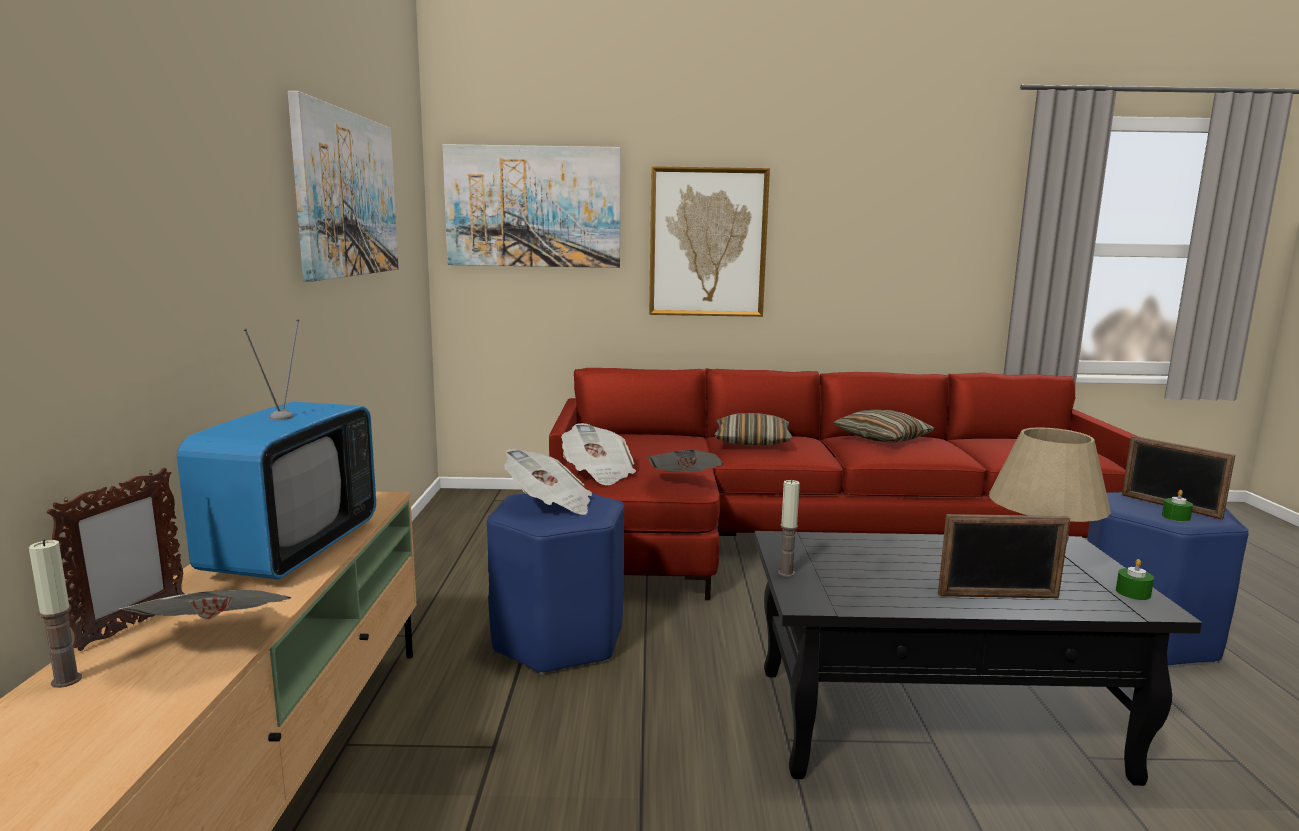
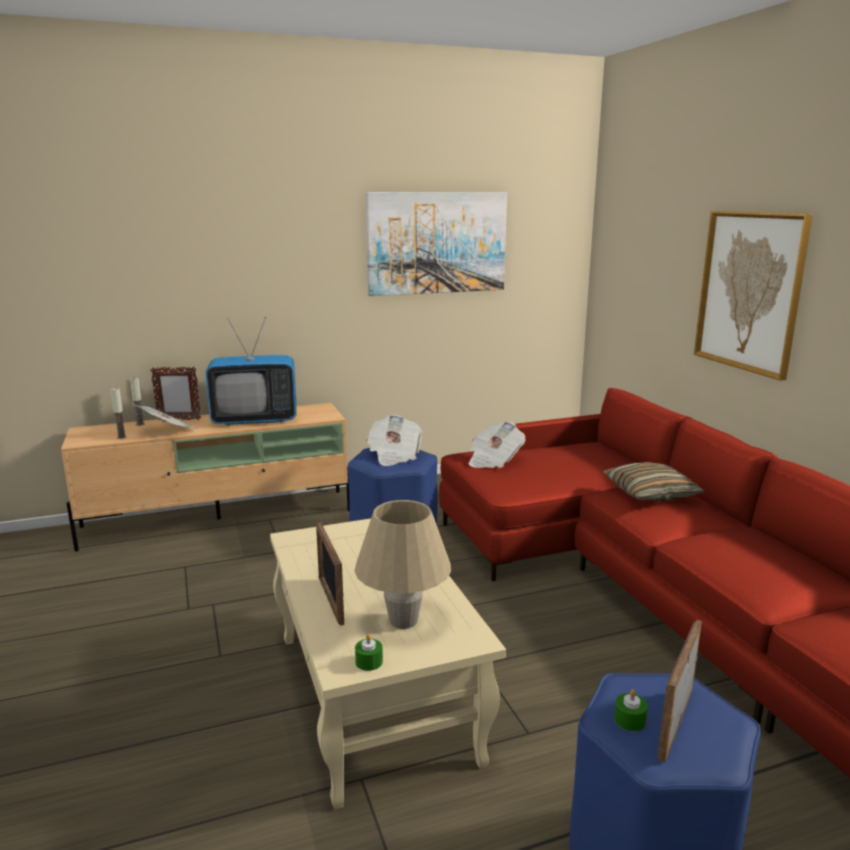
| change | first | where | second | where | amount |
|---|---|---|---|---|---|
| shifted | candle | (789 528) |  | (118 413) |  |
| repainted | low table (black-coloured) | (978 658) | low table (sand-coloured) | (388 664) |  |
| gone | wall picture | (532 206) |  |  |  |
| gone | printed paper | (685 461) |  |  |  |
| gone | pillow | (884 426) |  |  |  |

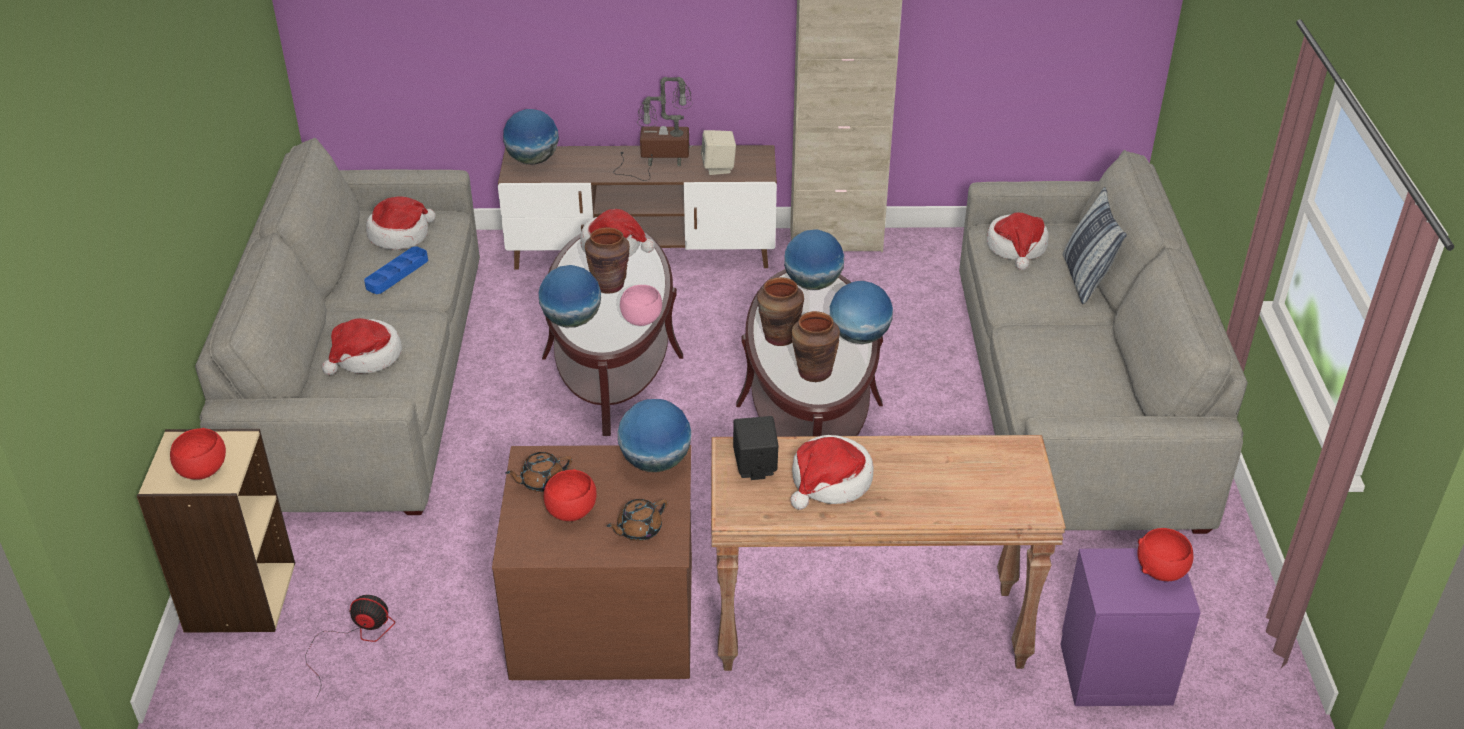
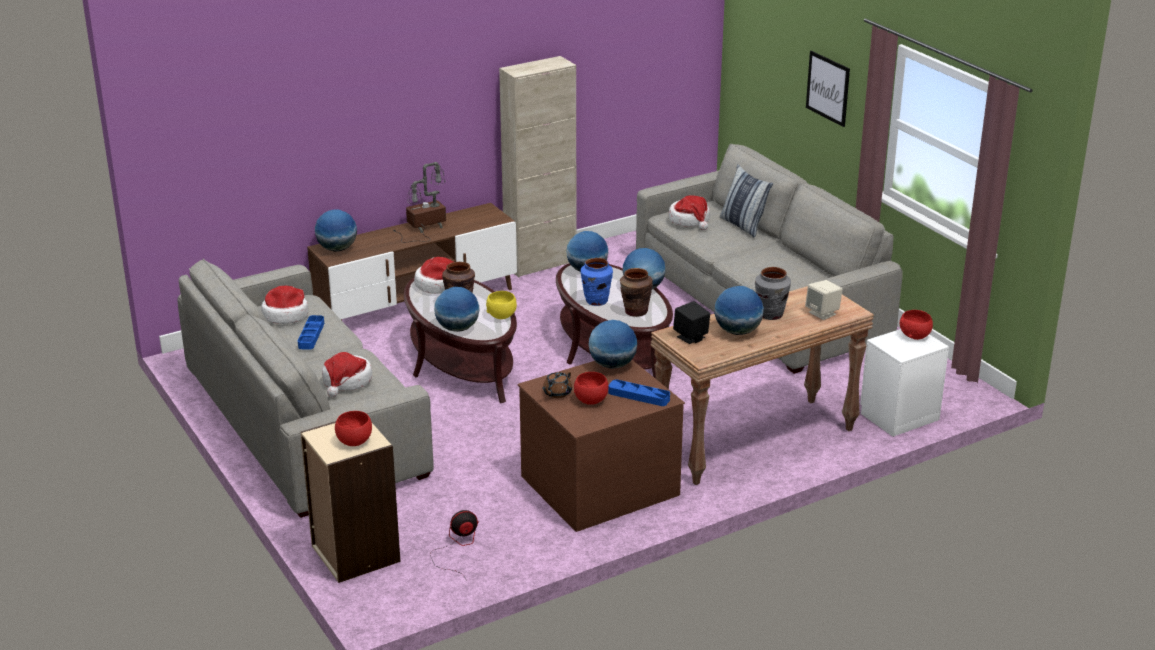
| change | first | where | second | where | amount |
|---|---|---|---|---|---|
| repainted | serving bowl (pink-coloured) | (641 305) | serving bowl (yellow) | (501 305) |  |
| repainted | decorative vase (brownish) | (780 311) | decorative vase (bluish) | (596 282) |  |
| swapped | pot for tea (brownish) | (637 520) | tray (bluish) | (639 392) |  |
| swapped | hat | (832 472) | world globe | (739 310) |  |
| new |  |  | decorative vase (gray) | (773 293) |  |
| shifted | audio speaker (sand-coloured) | (718 152) |  | (824 300) |  |
| new |  |  | wall picture | (828 89) |  |
| repainted | nightstand (purple-coloured) | (1130 627) | nightstand (whitish) | (904 383) |  |

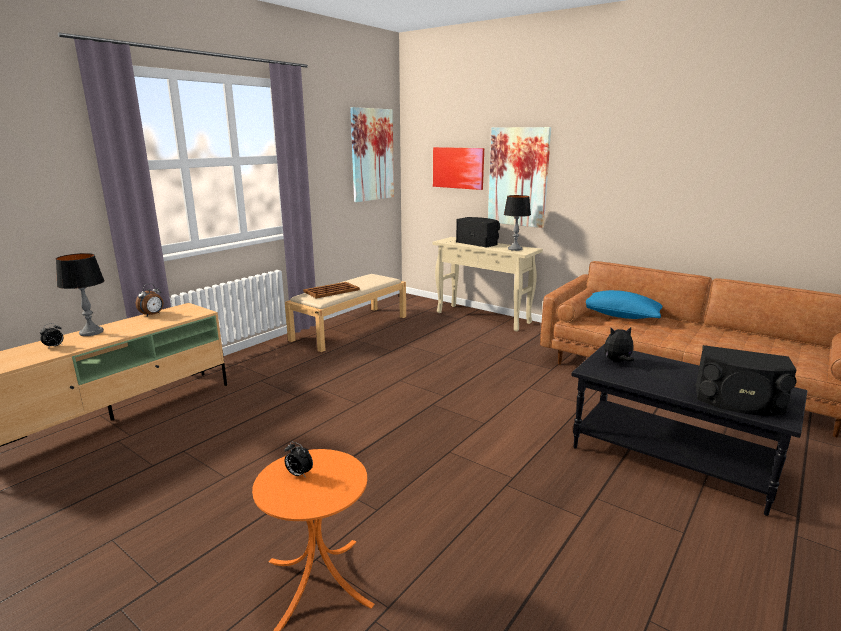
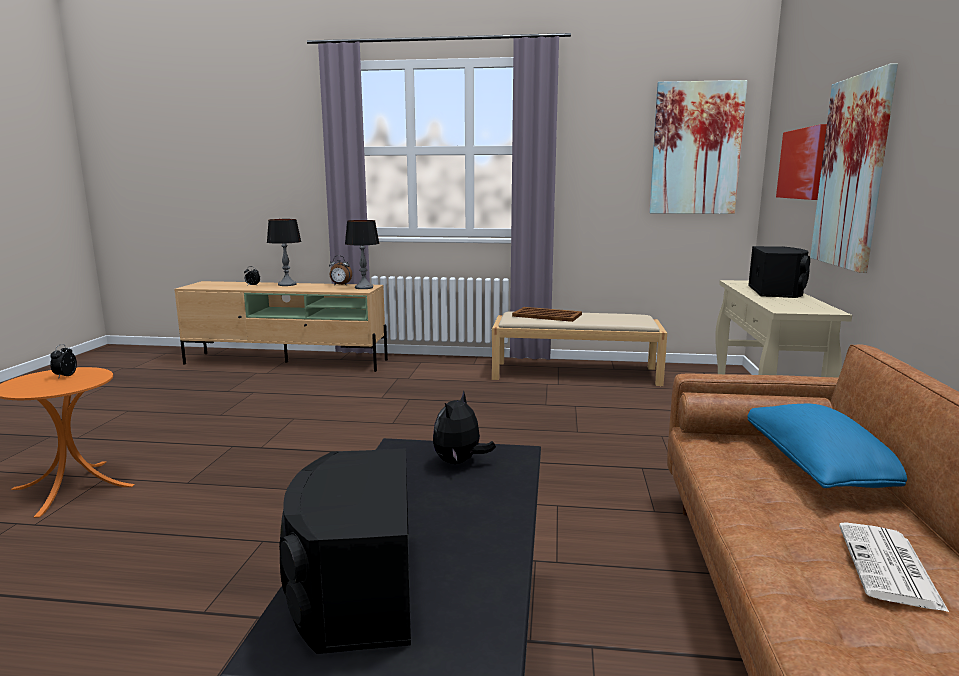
| change | first | where | second | where | amount |
|---|---|---|---|---|---|
| shifted | tabletop lamp | (517 223) |  | (362 254) |  |
| rotated | cuddly toy | (619 344) |  | (464 427) | 120 degrees counterclockwise |
| new |  |  | printed paper | (894 567) |  |

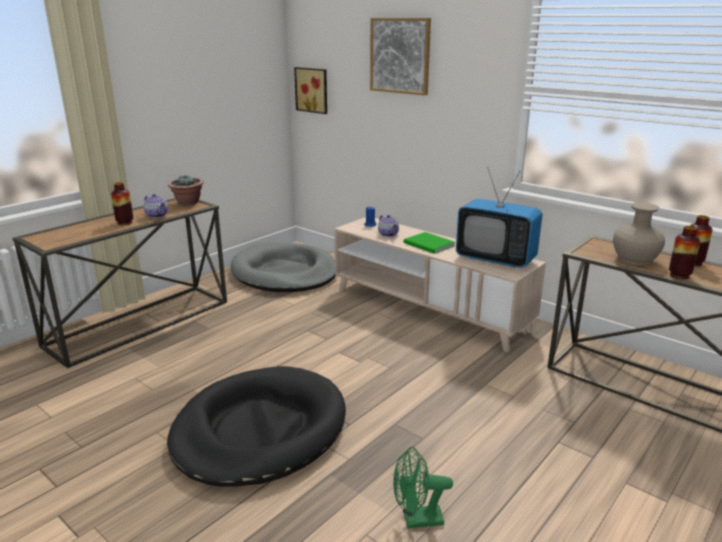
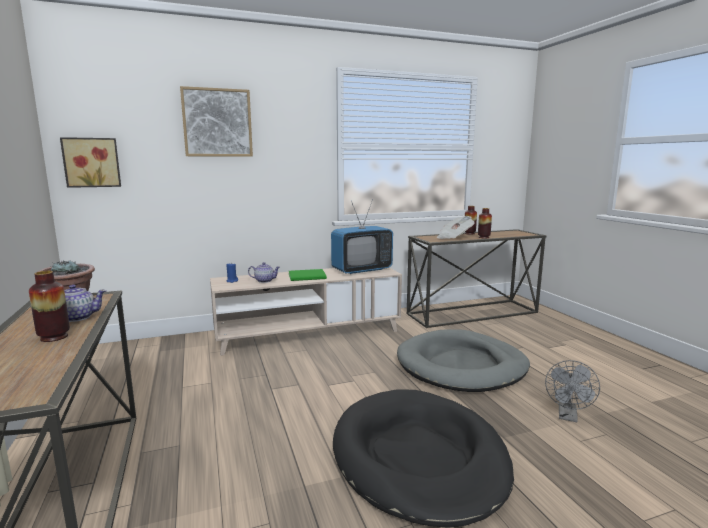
| change | first | where | second | where | amount |
|---|---|---|---|---|---|
| shifted | pet bed (gray) | (283 267) |  | (463 360) |  |
| swapped | decorative vase (sand-coloured) | (639 233) | printed paper | (456 227) |  |
| repainted | cooling fan (greenish) | (423 487) | cooling fan (gray) | (572 391) |  |

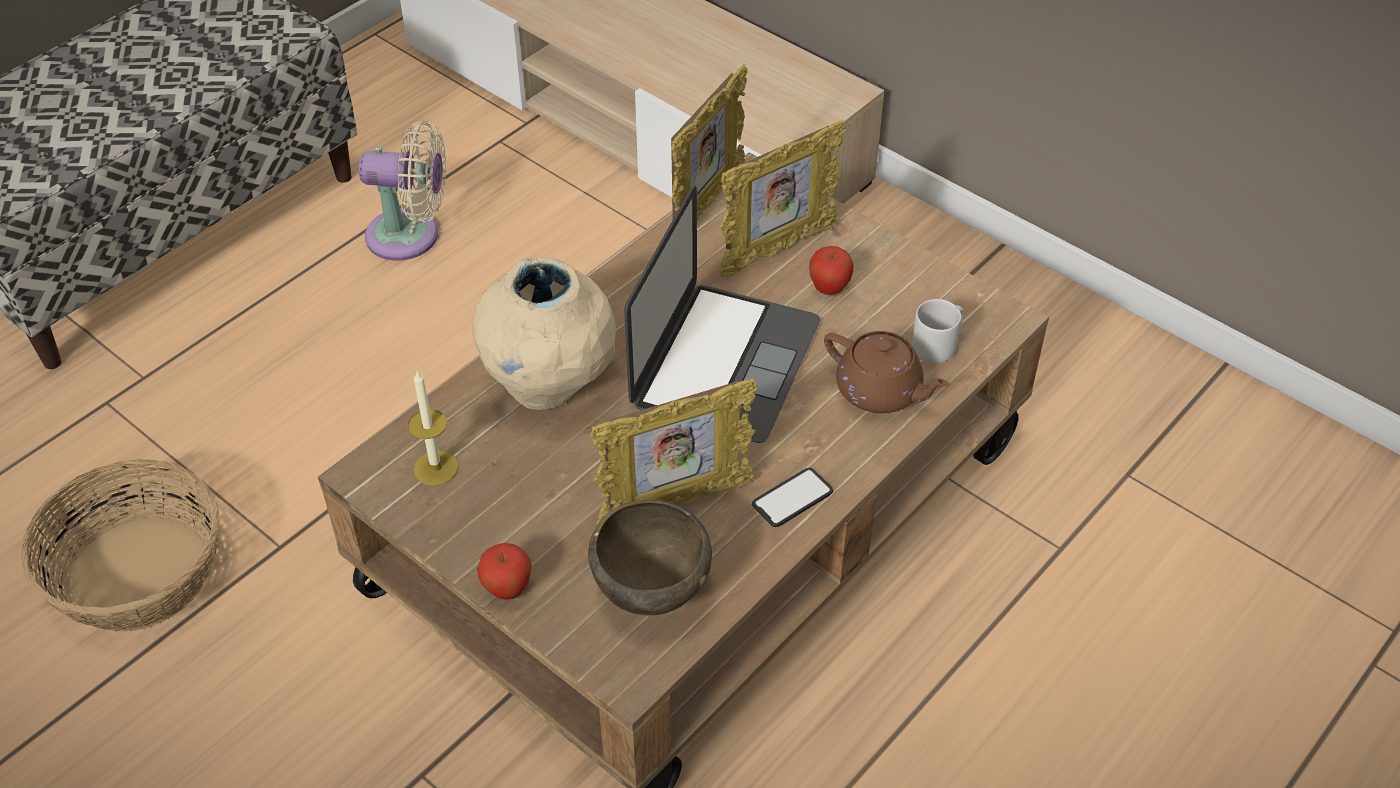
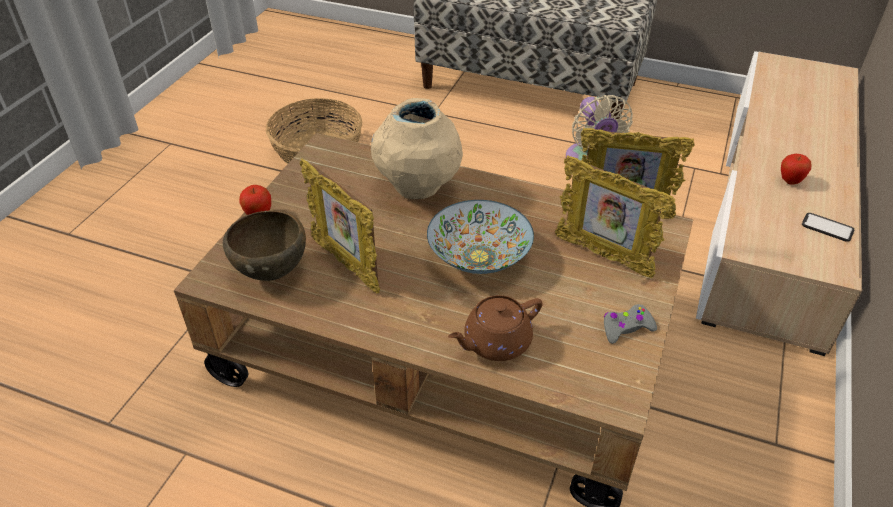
| change | first | where | second | where | amount |
|---|---|---|---|---|---|
| swapped | portable computer | (722 314) | serving bowl | (480 237) |  |
| rotated | pot for tea (brownish) | (887 372) |  | (495 328) | 45 degrees clockwise |
| new |  |  | game controller (gray) | (630 324) |  |
| shifted | apple | (831 270) |  | (796 169) |  |
| shifted | handset | (792 497) |  | (828 227) |  |
| gone | candle | (433 428) |  |  |  |
| gone | coffee mug (gray) | (938 331) |  |  |  |

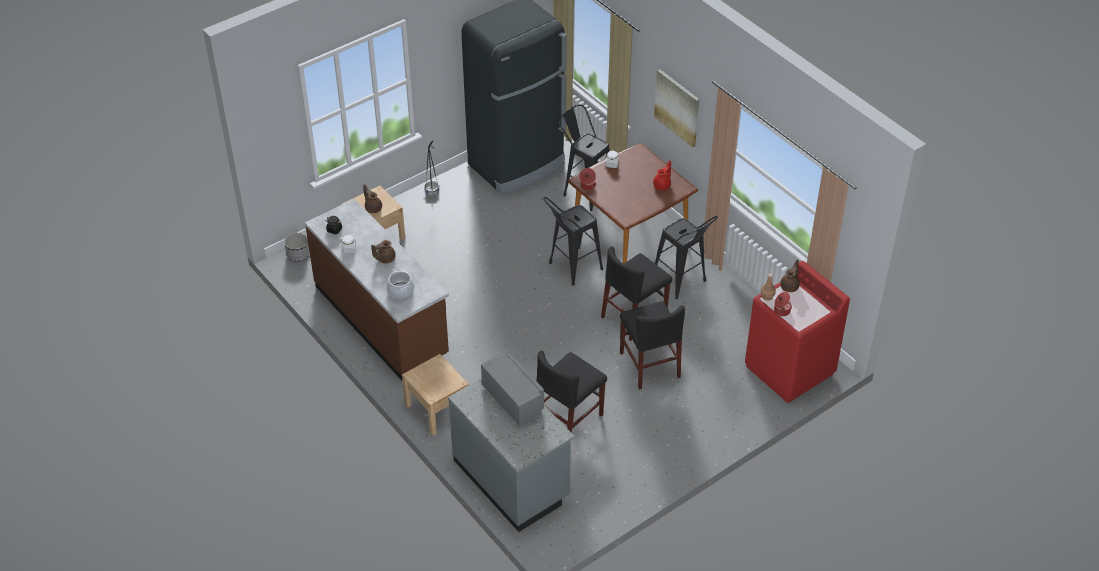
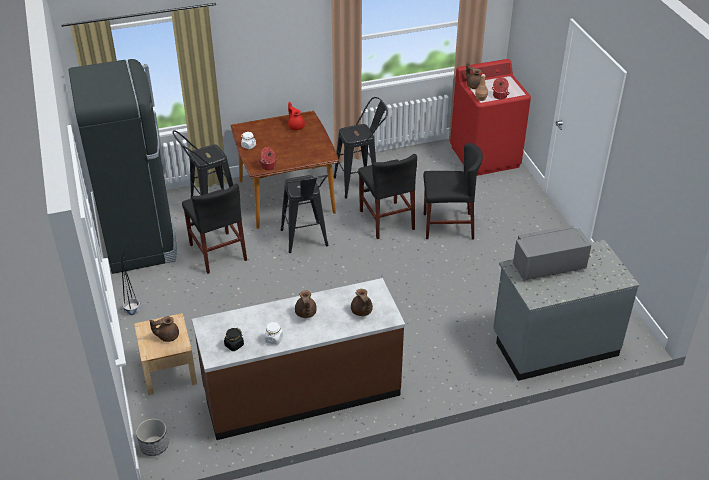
| change | first | where | second | where | amount |
|---|---|---|---|---|---|
| shifted | chair (black-coloured) | (572 392) |  | (214 229) |  |
| swapped | saucepot | (400 283) | pot for tea (brownish) | (362 302) |  |
| gone | nightstand (sand-coloured) | (435 395) |  |  |  |
| gone | wall picture | (676 108) |  |  |  |

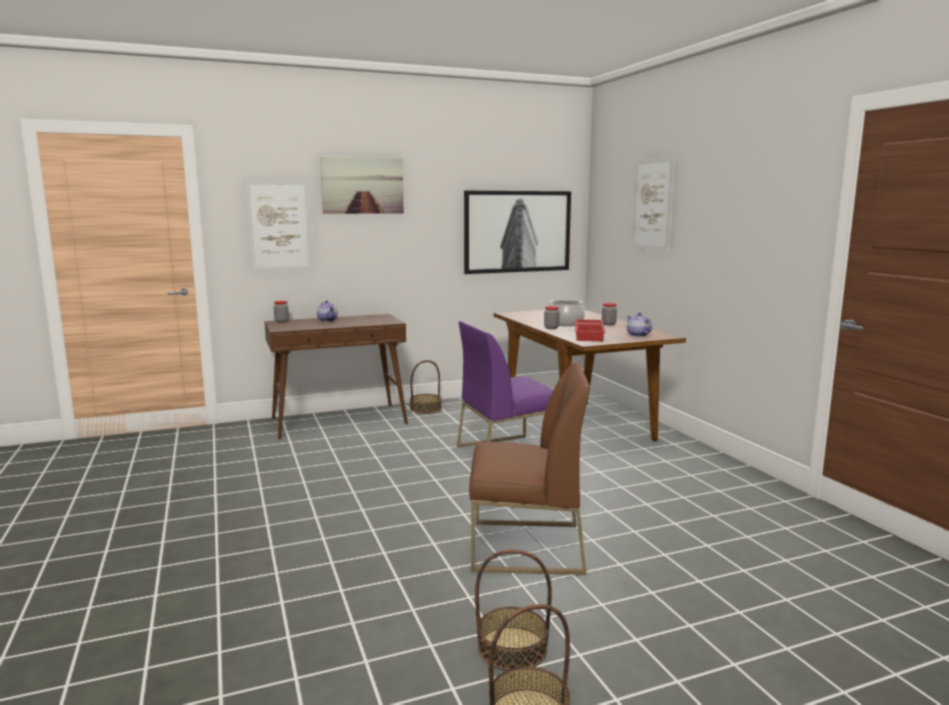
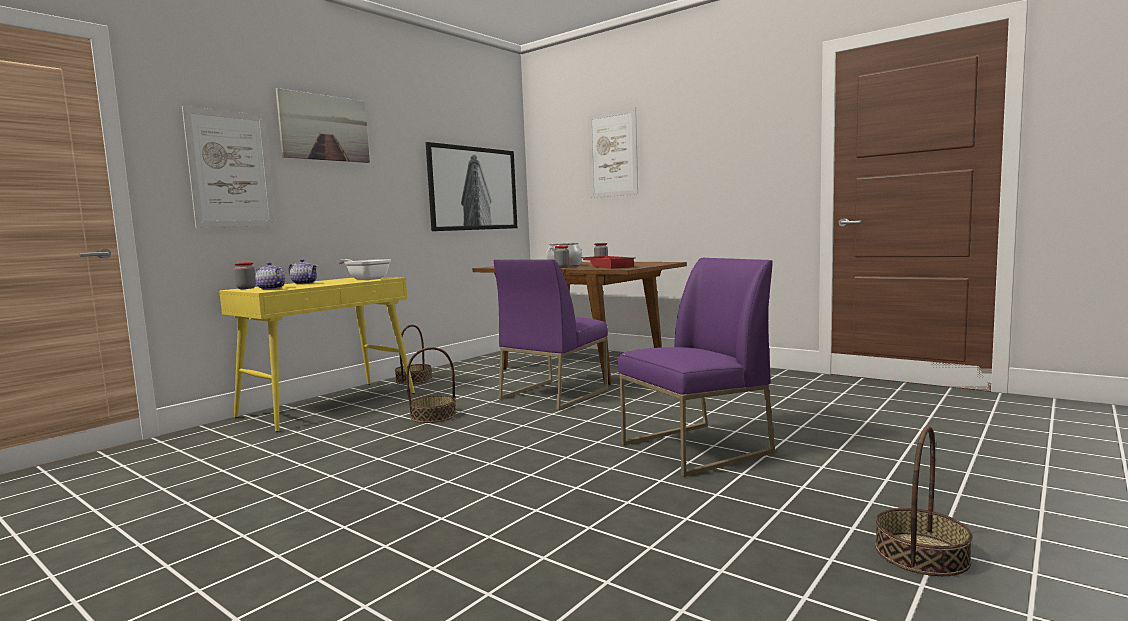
| change | first | where | second | where | amount |
|---|---|---|---|---|---|
| repainted | hall table (brownish) | (336 376) | hall table (yellow) | (317 354) |  |
| shifted | pot for tea | (639 325) |  | (270 276) |  |
| new |  |  | pan | (364 269) |  |
| shifted | basket | (513 610) |  | (431 385) |  |
| repainted | chair (brownish) | (529 468) | chair (purple-coloured) | (696 367) |  |

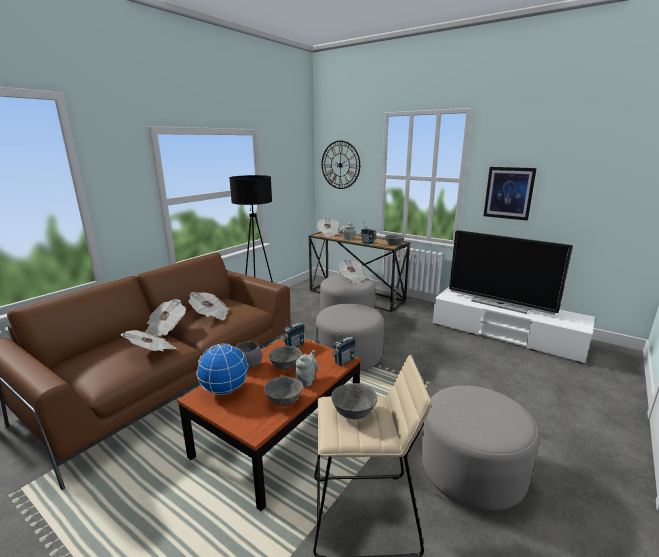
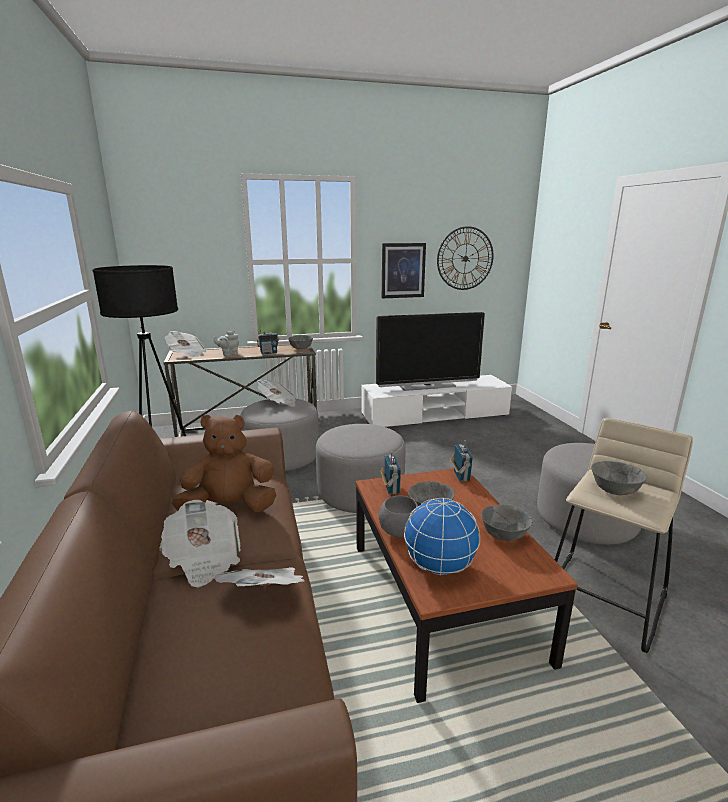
| change | first | where | second | where | amount |
|---|---|---|---|---|---|
| swapped | printed paper | (209 306) | cuddly toy (brownish) | (224 463) |  |
| shifted | clock on the wall | (341 164) |  | (465 258) |  |
| gone | pot for tea (gray) | (306 368) |  |  |  |

